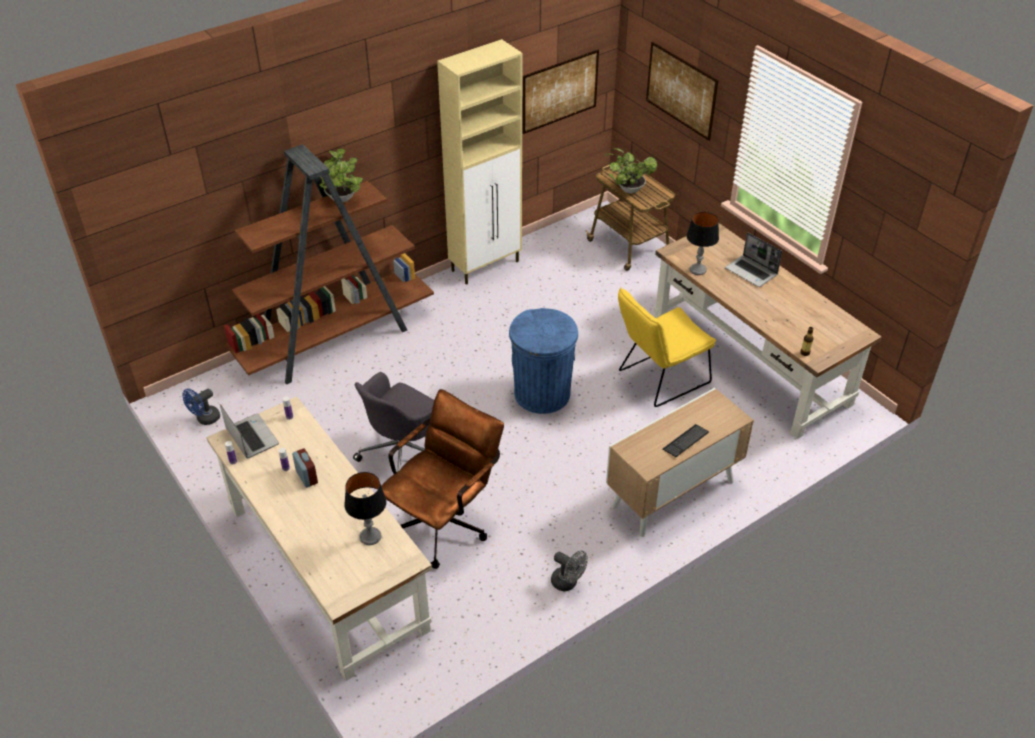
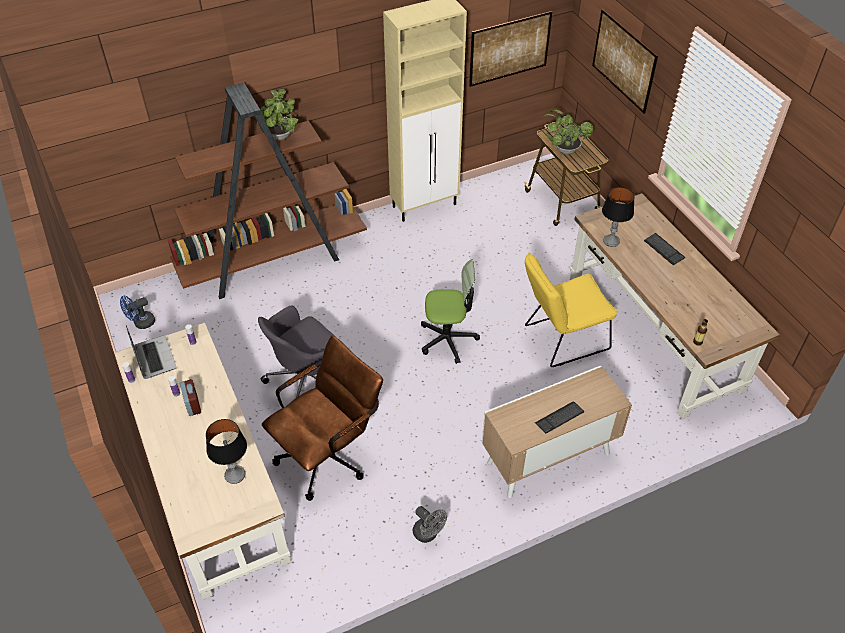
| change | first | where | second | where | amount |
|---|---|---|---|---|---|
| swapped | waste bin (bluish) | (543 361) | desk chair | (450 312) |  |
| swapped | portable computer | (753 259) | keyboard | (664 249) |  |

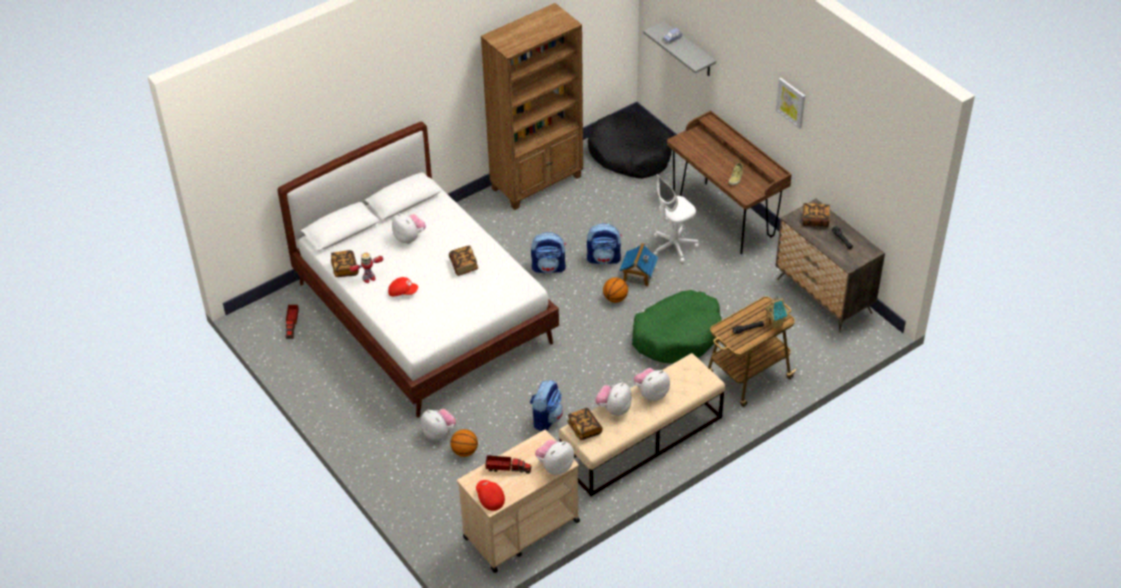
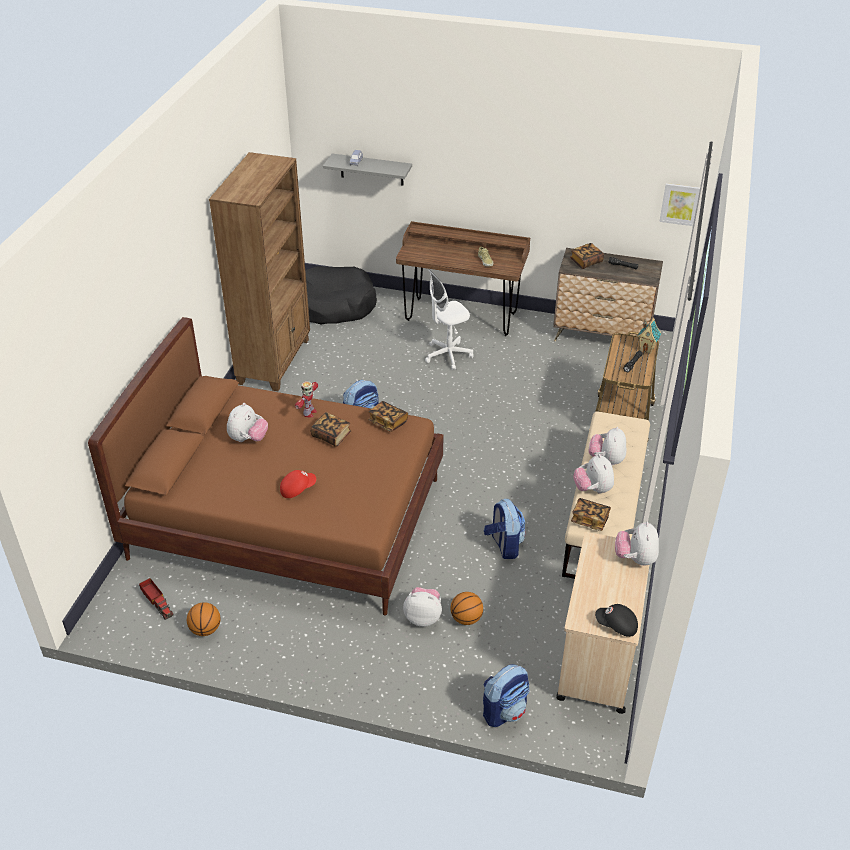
| change | first | where | second | where | amount |
|---|---|---|---|---|---|
| repainted | bedroom bed (whitish) | (418 270) | bedroom bed (brownish) | (266 466) |  |
| shifted | basketball | (615 290) |  | (204 619) |  |
| rotated | cuddly toy | (409 228) |  | (247 422) | 105 degrees clockwise |
| shifted | robot figure | (366 267) |  | (306 399) |  |
| shifted | volume | (345 263) |  | (388 416) |  |
| rotated | desk chair (whitish) | (676 218) |  | (449 320) | 45 degrees clockwise |
| shifted | backpack | (604 243) |  | (506 695) |  |
| repainted | cap (reddish) | (490 495) | cap (black-coloured) | (616 620) |  |
| shifted | wall picture | (790 103) |  | (679 204) |  |
| gone | toy lorry | (508 464) |  |  |  |
| gone | model house | (638 264) |  |  |  |
| gone | pet bed (greenish) | (677 327) |  |  |  |

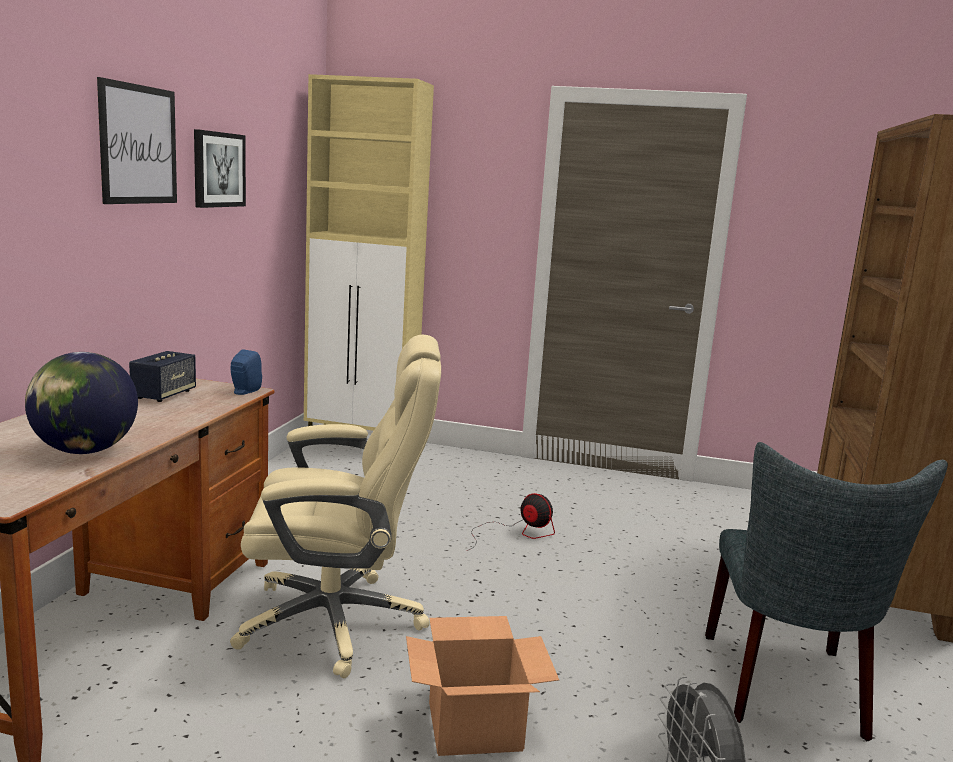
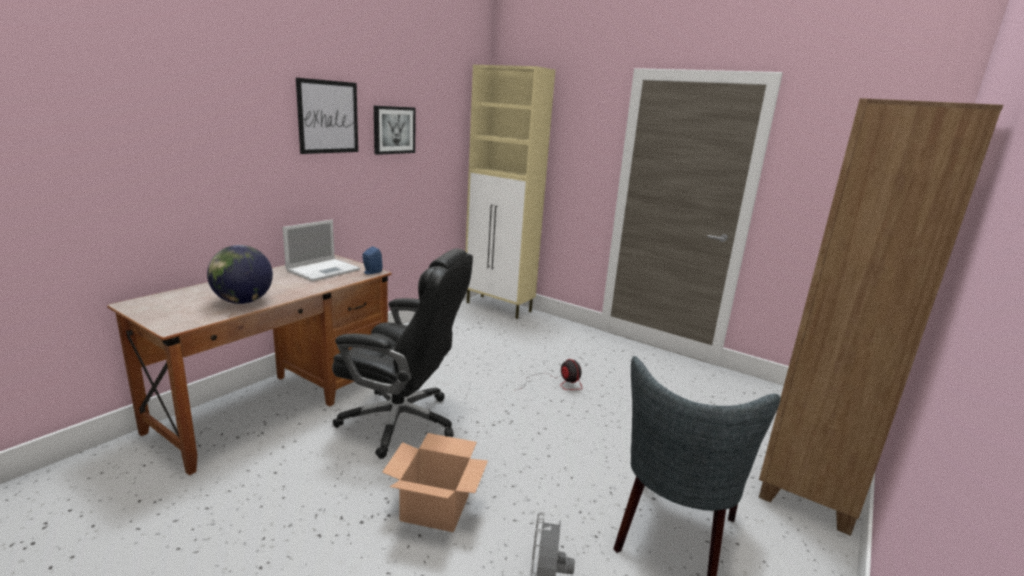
| change | first | where | second | where | amount |
|---|---|---|---|---|---|
| swapped | audio speaker | (162 376) | portable computer | (321 251) |  |
| repainted | desk chair (sand-coloured) | (335 506) | desk chair (black-coloured) | (402 353) |  |

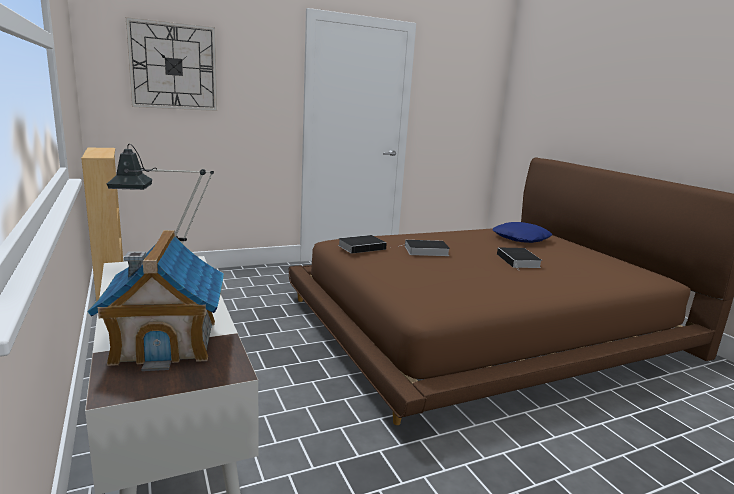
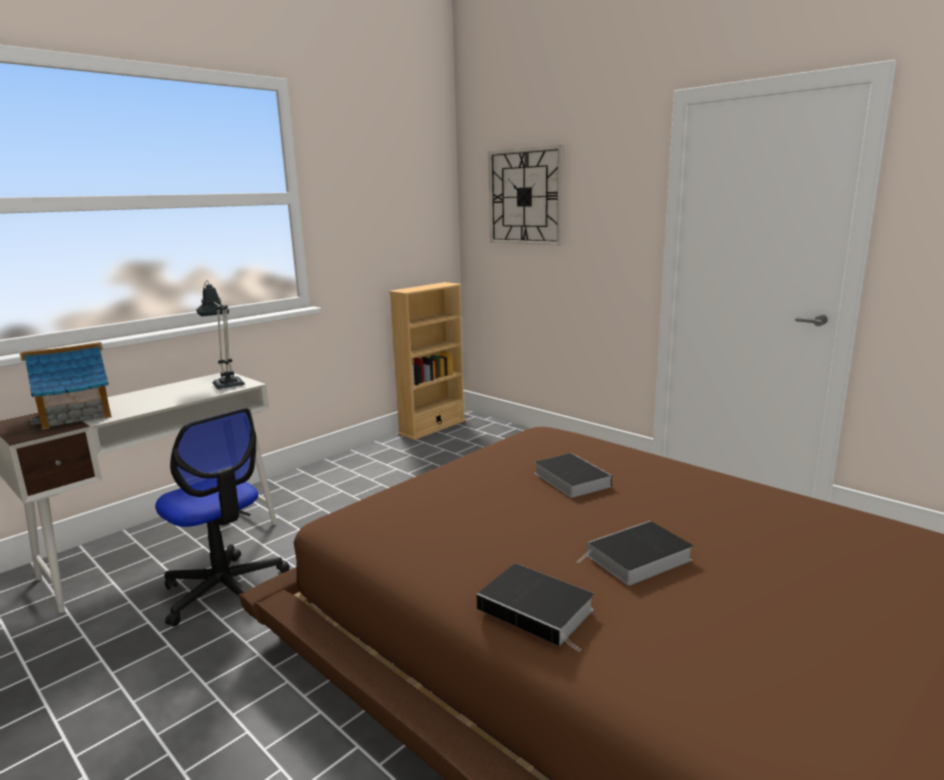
| change | first | where | second | where | amount |
|---|---|---|---|---|---|
| new |  |  | desk chair | (222 517) |  |
| shifted | volume | (362 244) |  | (535 608) |  |
| gone | pillow (bluish) | (522 232) |  |  |  |

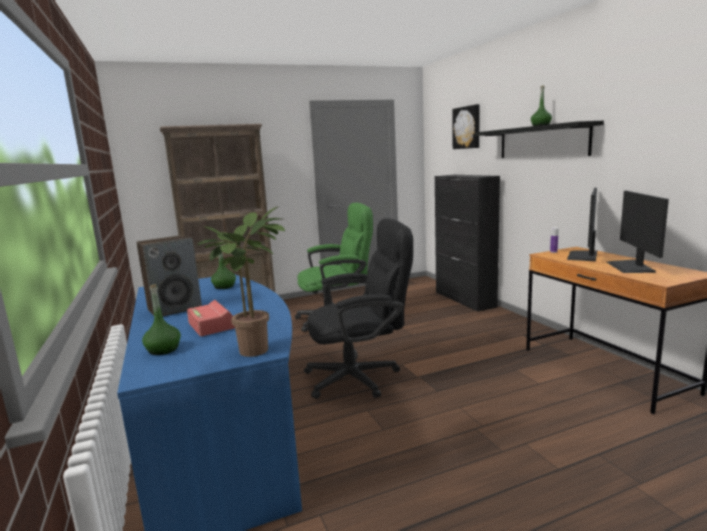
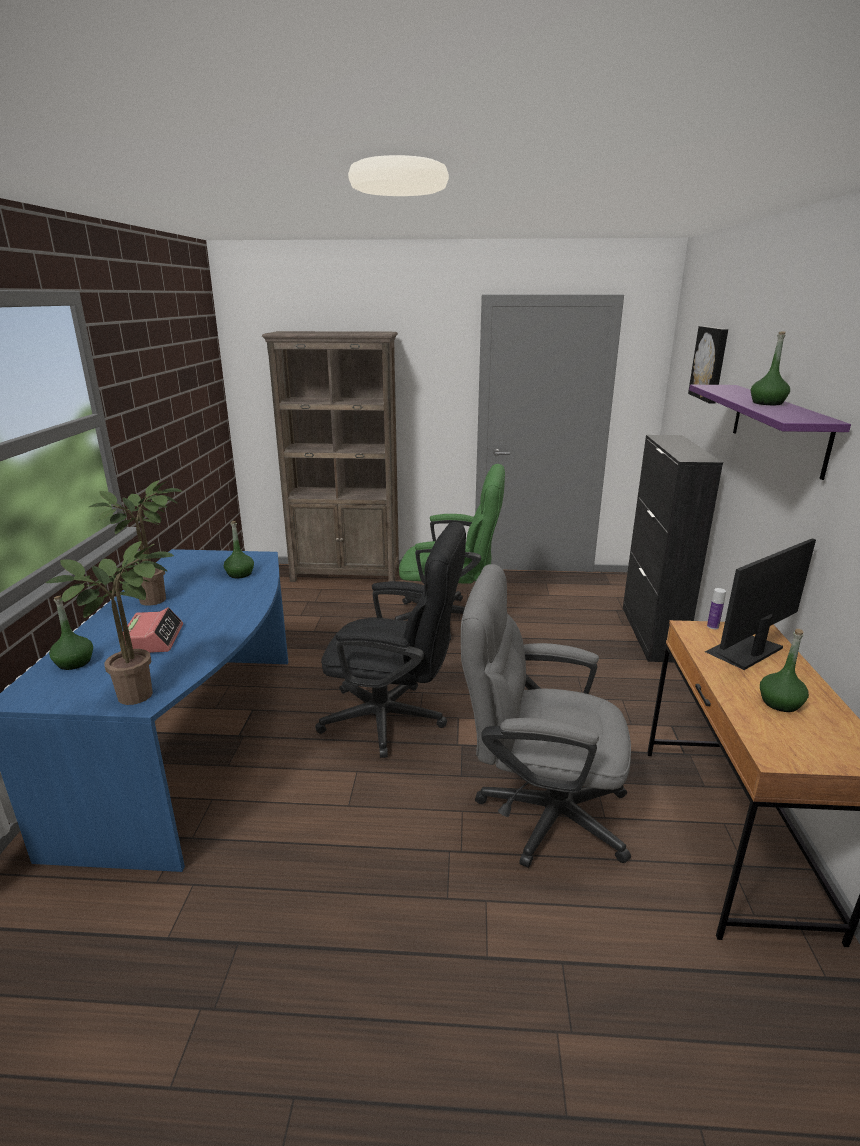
| change | first | where | second | where | amount |
|---|---|---|---|---|---|
| swapped | audio speaker | (169 275) | plant in a pot | (135 543) |  |
| new |  |  | desk chair (gray) | (546 716) |  |
| repainted | shelf (black-coloured) | (539 139) | shelf (purple-coloured) | (770 432) |  |
| swapped | monitor | (637 232) | drink bottle (greenish) | (784 670) |  |

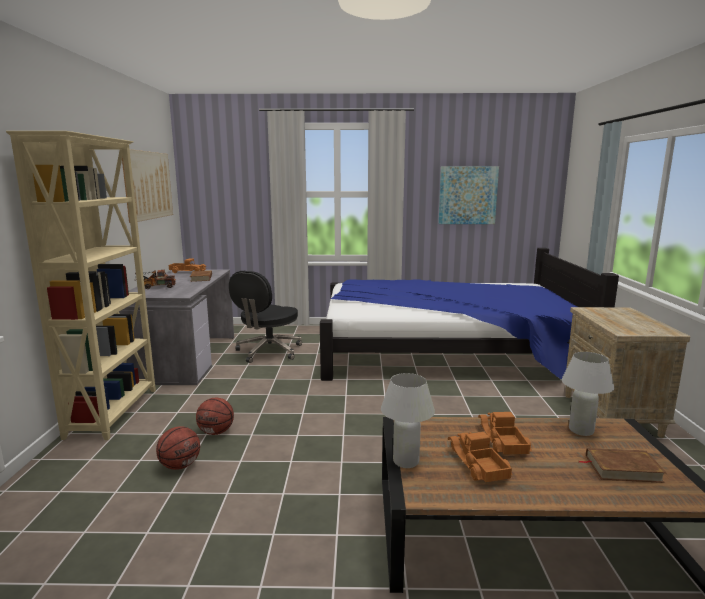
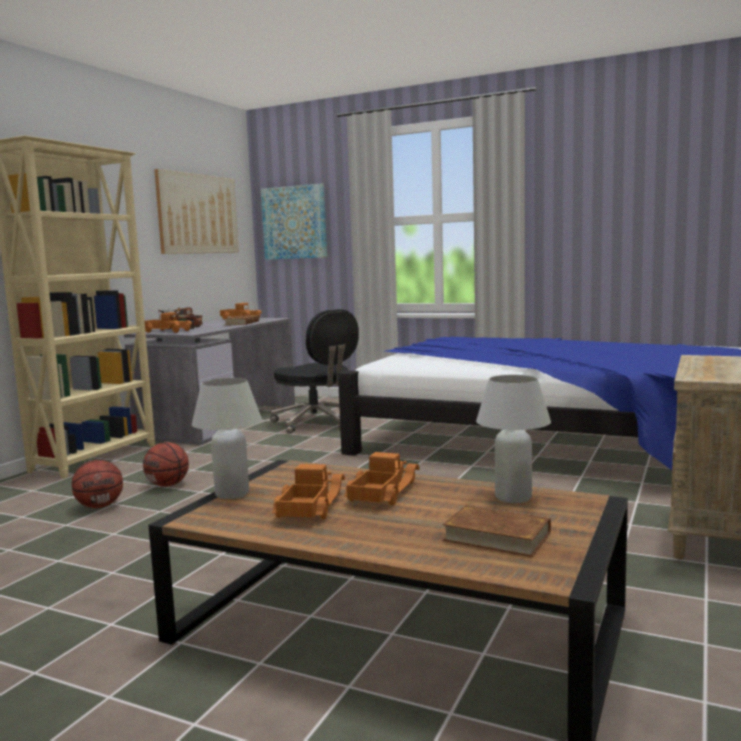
| change | first | where | second | where | amount |
|---|---|---|---|---|---|
| new |  |  | toy lorry | (168 322) |  |
| shifted | wall picture | (468 195) |  | (294 222) |  |
| rotated | desk chair (black-coloured) | (265 317) |  | (314 371) | 90 degrees counterclockwise |

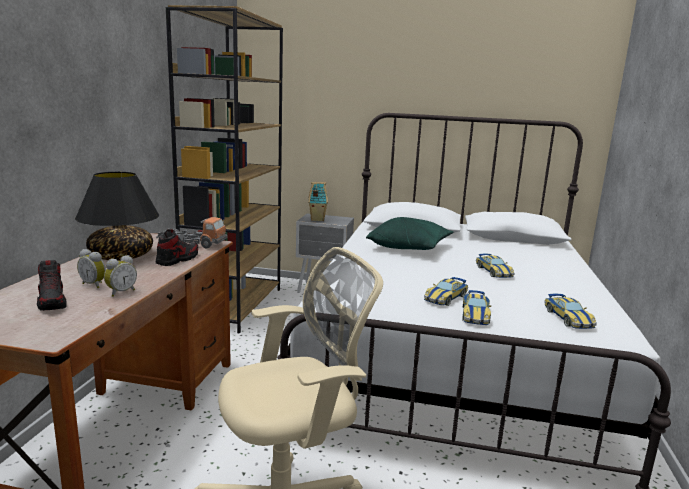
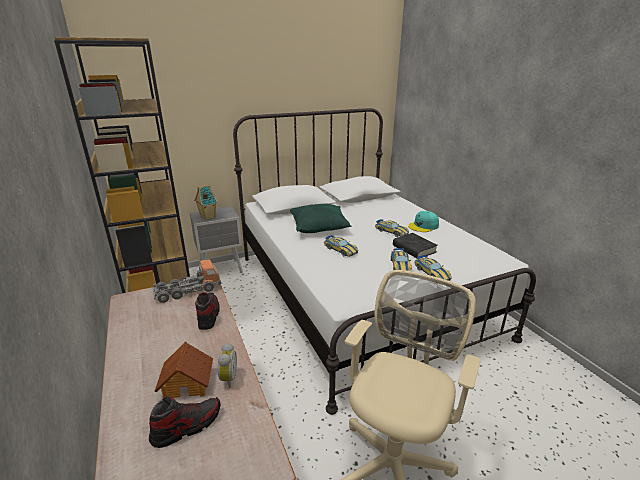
| change | first | where | second | where | amount |
|---|---|---|---|---|---|
| rotated | low shoe | (52 285) |  | (185 422) | 60 degrees counterclockwise |
| swapped | bedside clock | (91 268) | model house | (184 370) |  |
| shifted | model car | (570 311) |  | (341 246) |  |
| new |  |  | volume (black-coloured) | (415 245) |  |
| new |  |  | cap (blue-green) | (423 221) |  |
| gone | tabletop lamp (black-coloured) | (117 216) |  |  |  |

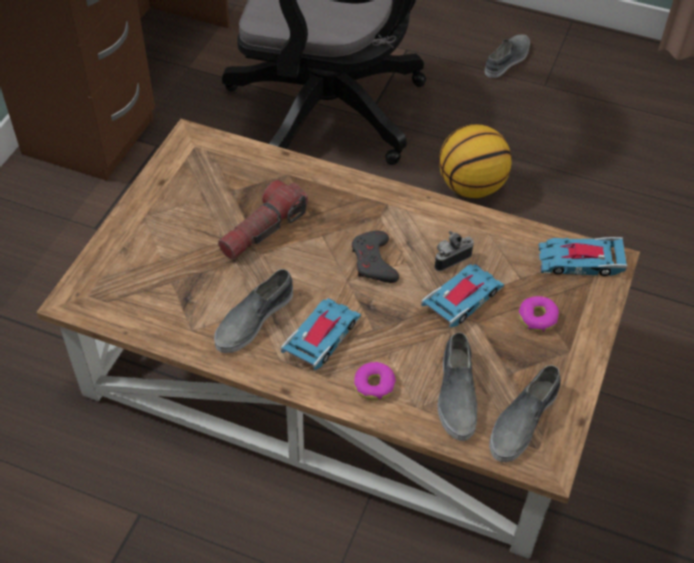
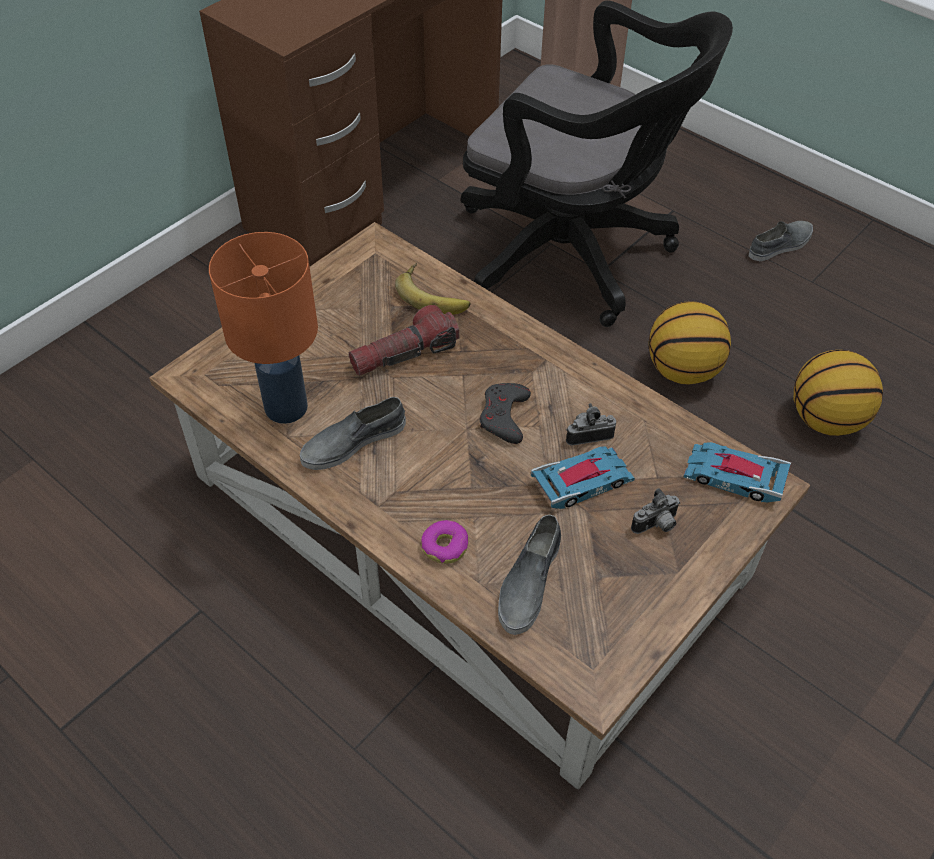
| change | first | where | second | where | amount |
|---|---|---|---|---|---|
| new |  |  | tabletop lamp (orangey) | (263 328) |  |
| new |  |  | whole banana | (432 289) |  |
| swapped | doughnut | (539 314) | photo camera | (655 511) |  |
| new |  |  | basketball | (838 393) |  |
| gone | model car | (321 334) |  |  |  |
| gone | low shoe (gray) | (525 413) |  |  |  |

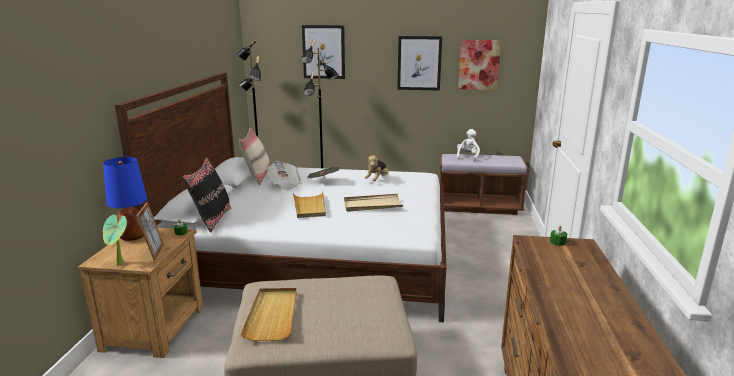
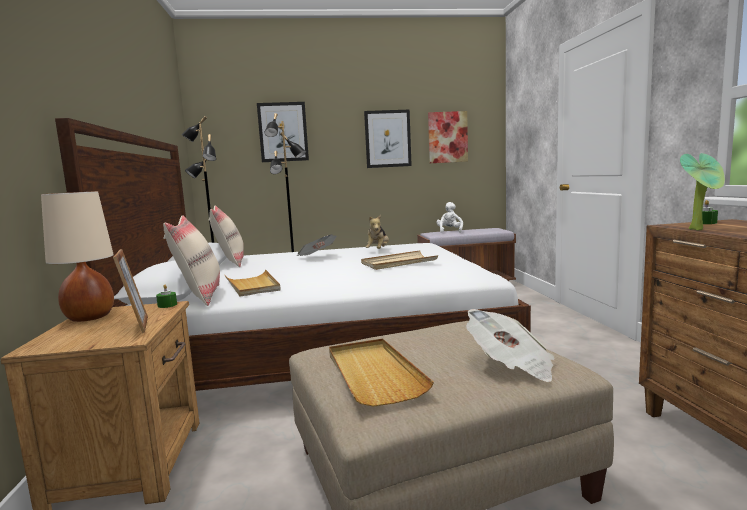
| change | first | where | second | where | amount |
|---|---|---|---|---|---|
| repainted | tabletop lamp (bluish) | (125 199) | tabletop lamp (sand-coloured) | (77 256) |  |
| repainted | pillow (black-coloured) | (206 195) | pillow (sand-coloured) | (191 260) |  |
| shifted | tray (sand-coloured) | (309 205) |  | (253 282) |  |
| shifted | printed paper | (284 176) |  | (510 345) |  |
| shifted | plant in a pot | (115 240) |  | (702 191) |  |

